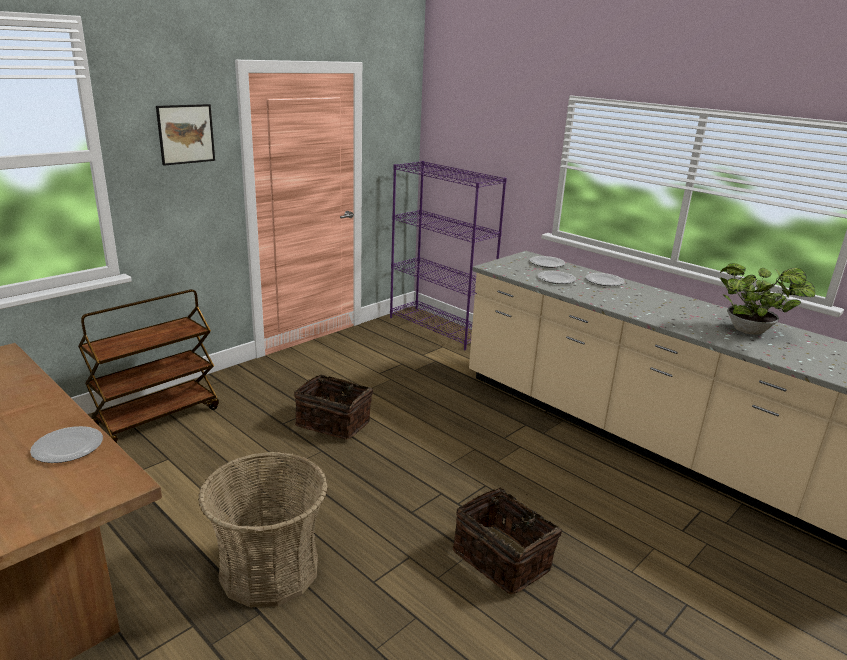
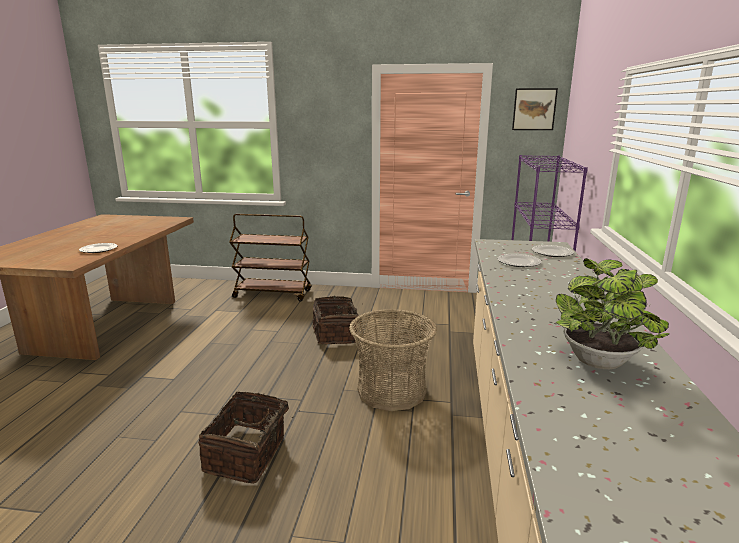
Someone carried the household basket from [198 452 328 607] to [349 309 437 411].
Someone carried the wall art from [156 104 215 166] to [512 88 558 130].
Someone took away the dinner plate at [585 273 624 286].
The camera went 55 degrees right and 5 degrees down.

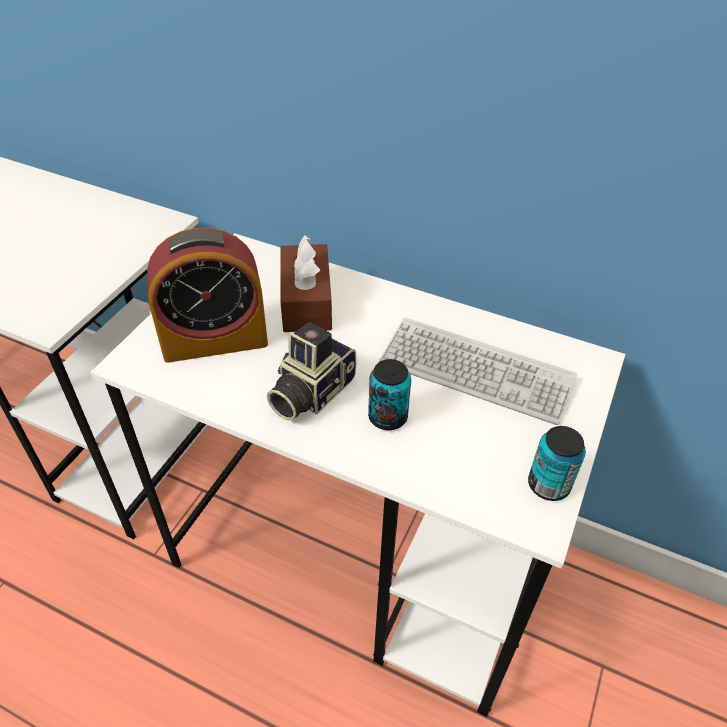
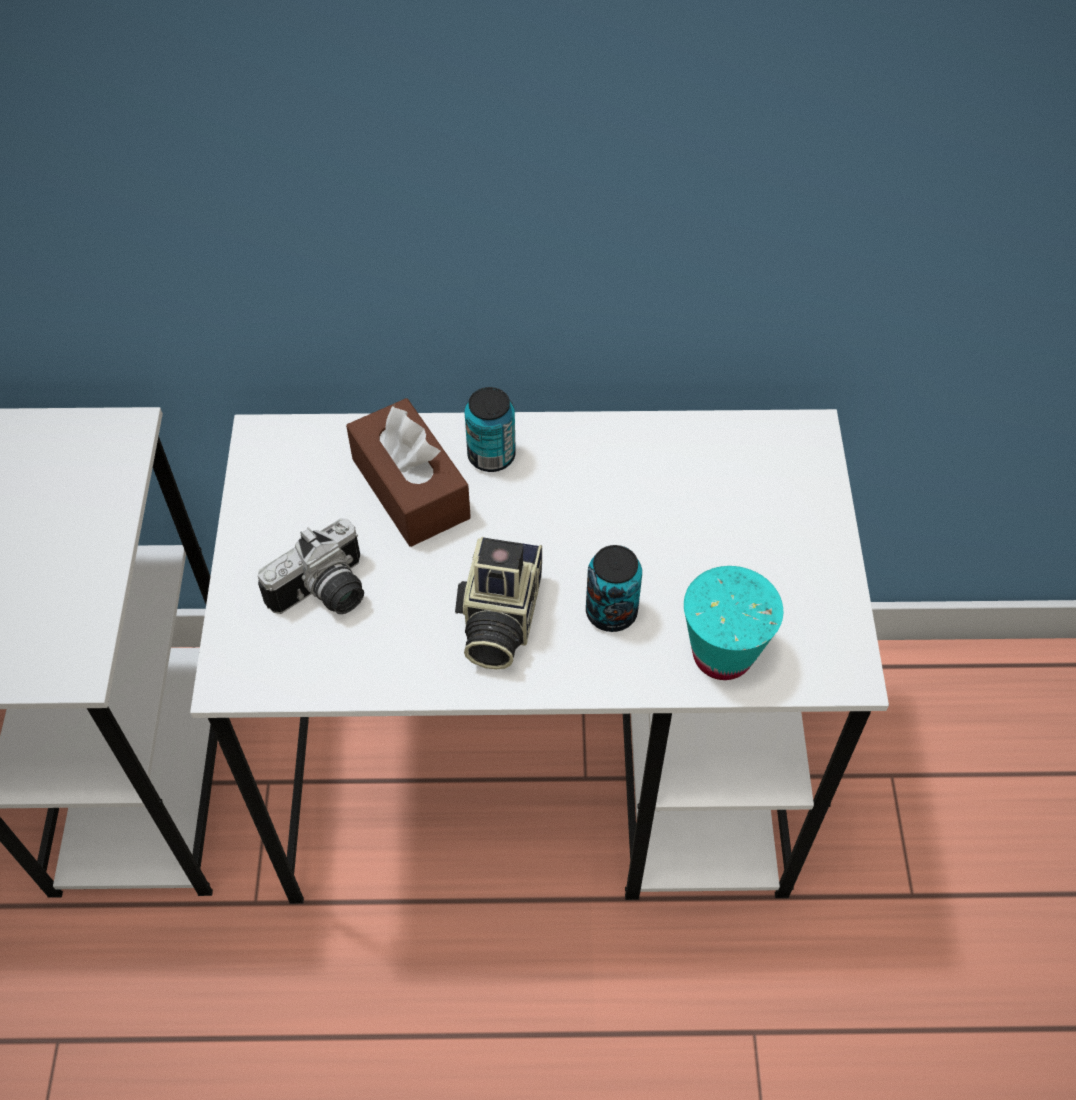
Someone swapped the bedside clock at [147 228 268 363] for the still camera at [258 518 364 614].
Someone carried the metal can from [528 426 586 501] to [464 387 516 472].
Someone put down the drinking cup in turquoise-coloured at [684 566 783 680].
Someone took away the computer keyboard at [379 318 577 425].
The camera went 25 degrees left and 10 degrees up.

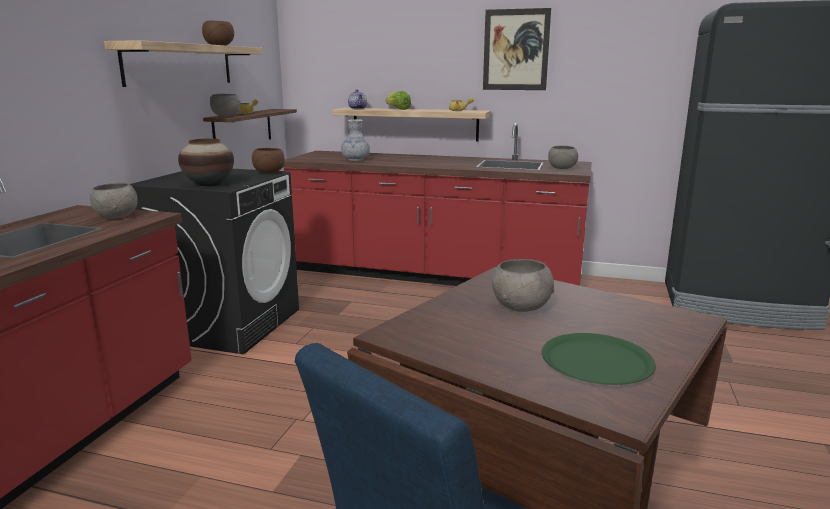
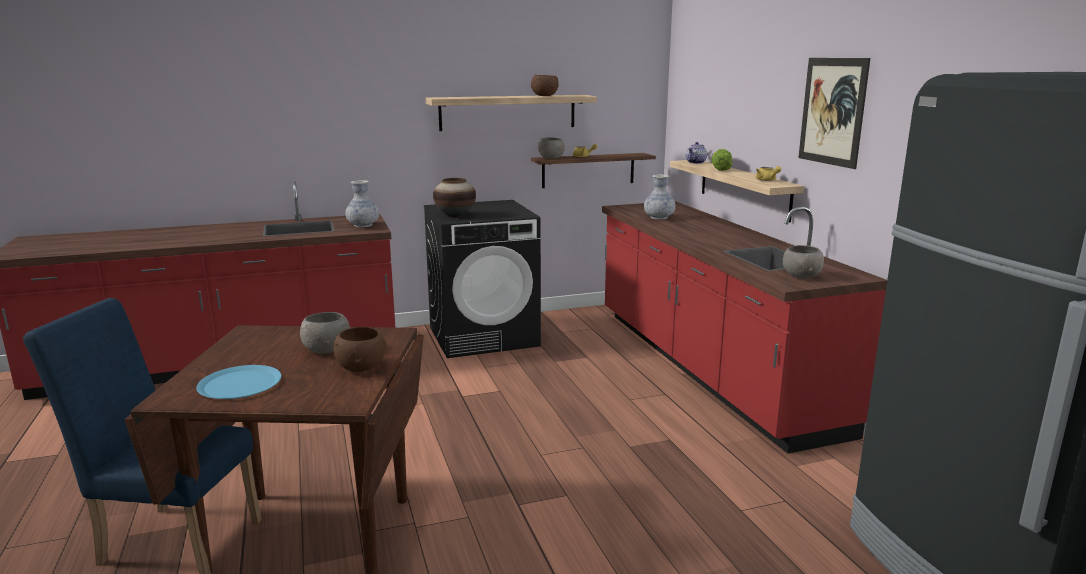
Someone repainted the dinner plate in greenish at [542 333 656 385], which became the dinner plate in blue at [196 365 281 399].
Someone carried the bowl in brown-coloured from [252 148 285 173] to [333 327 386 372].
Someone swapped the bowl in grey at [90 183 138 219] for the vase at [345 180 379 228].
The camera went 55 degrees right and 0 degrees up.

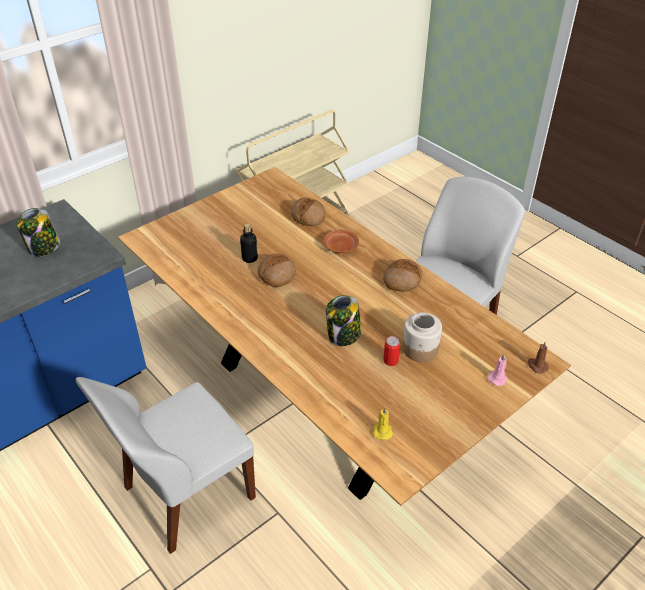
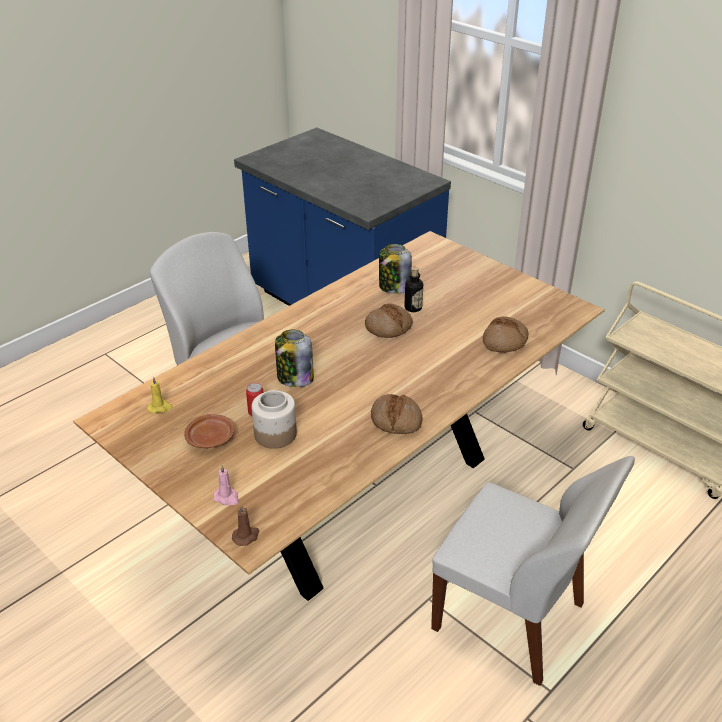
Someone carried the dinner plate in brown-coloured from [323 230 359 253] to [184 414 235 448].
Someone carried the preserve jar from [17 208 61 257] to [379 244 412 294].
The camera went 85 degrees right and 5 degrees down.

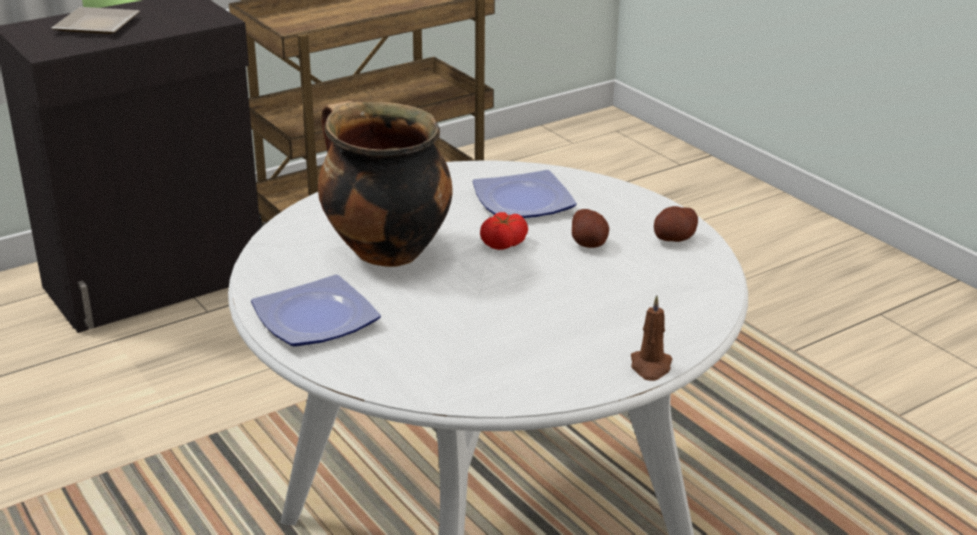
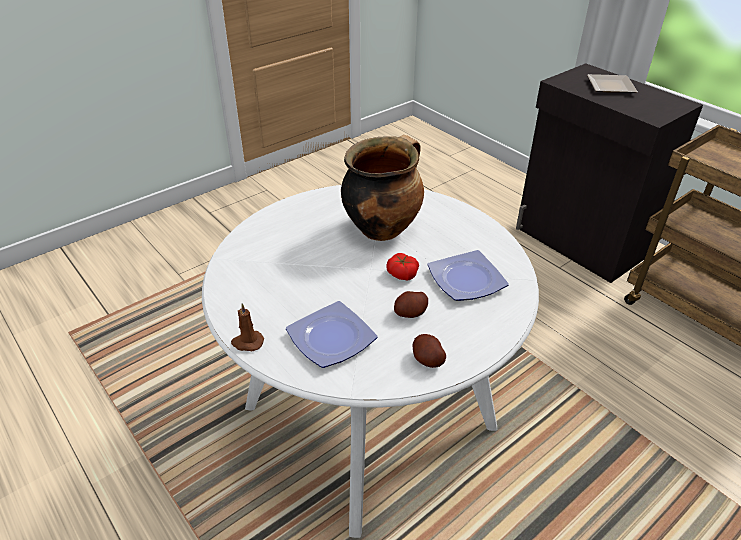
Someone carried the dinner plate from [251 274 381 347] to [286 301 377 368].
The camera went 85 degrees right and 10 degrees up.

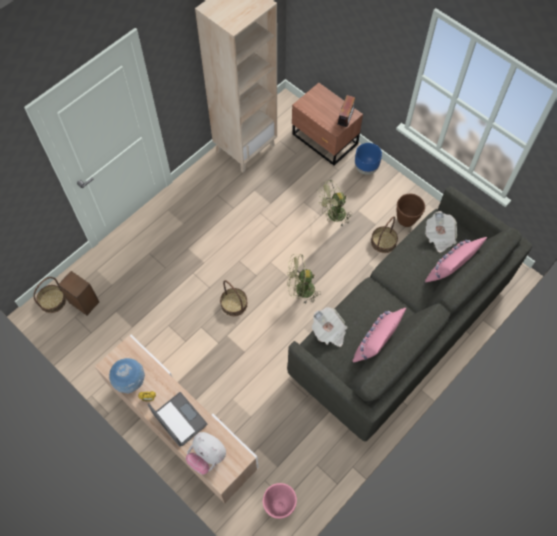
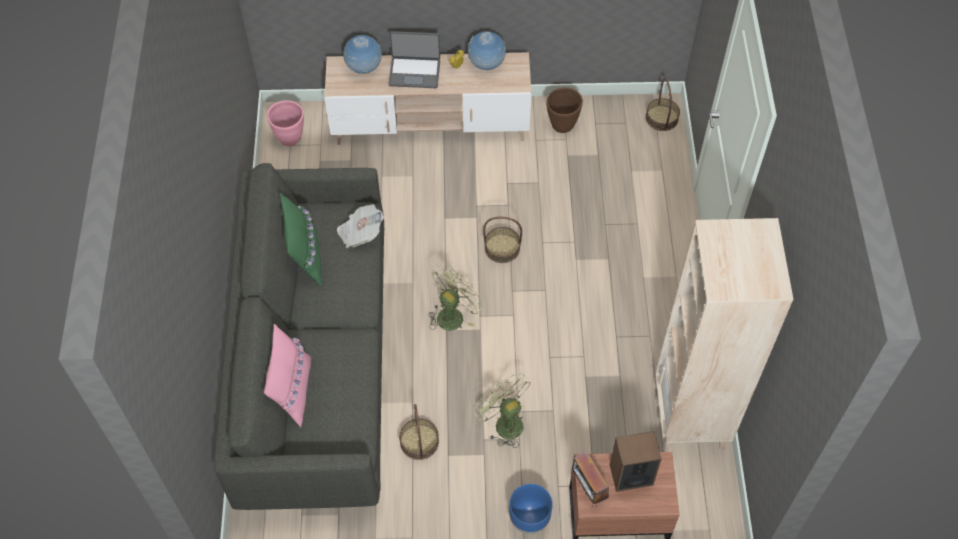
Someone repainted the throw pillow in pinkish at [352 308 406 363], which became the throw pillow in greenish at [280 193 322 286].
Someone swapped the cuddly toy at [186 432 226 475] for the desk globe at [343 35 382 74].
Someone rotated the electric fan in greenish at [317 180 351 226] by 60 degrees counterclockwise.
Someone carried the plant pot in brown-coloured from [396 194 425 227] to [546 87 583 133].
Someone carried the loudspeaker from [58 271 99 315] to [610 431 662 492].
Someone took away the printed paper at [425 211 457 253].
The camera went 135 degrees right and 5 degrees down.

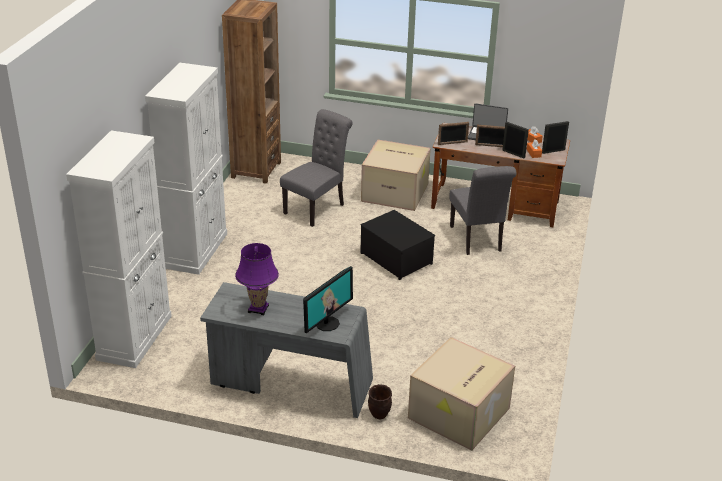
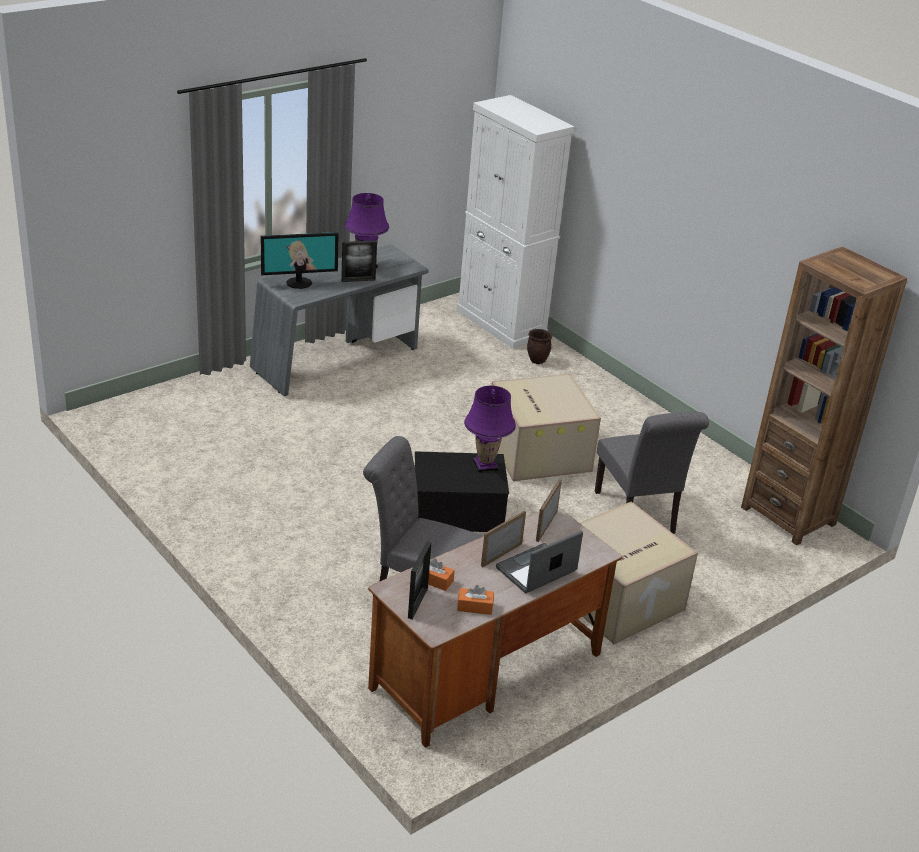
Someone rotated the monitor at [303 266 353 333] by 90 degrees counterclockwise.
Someone carried the picture frame from [502 122 529 158] to [341 240 377 282].
Someone put down the tabletop lamp in purplish at [464 386 516 473].
Someone carried the packing box from [408 337 515 451] to [491 374 601 481].
Someone carried the plant pot in brown-coloured from [368 384 392 419] to [527 329 552 364].
Someone took away the storage cabinet in white at [145 63 227 275].
The camera went 125 degrees right and 0 degrees up.

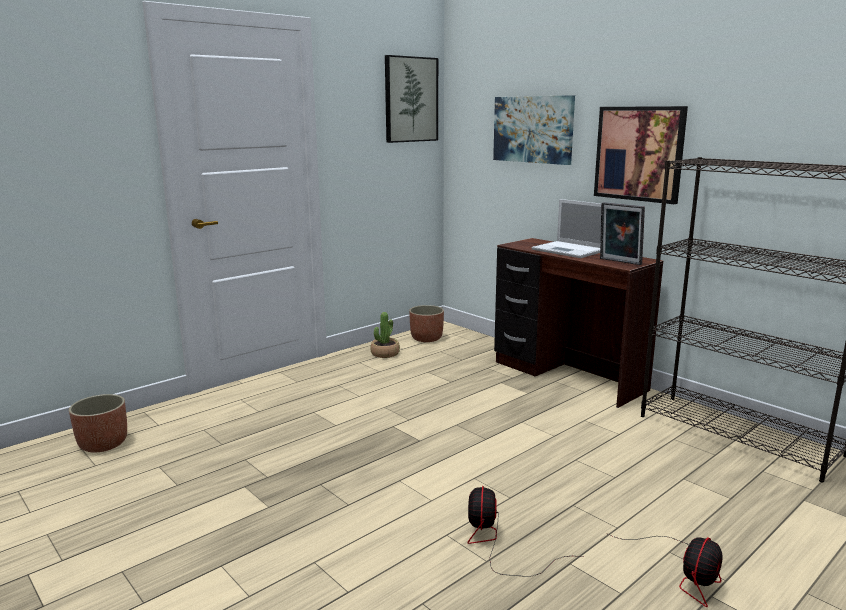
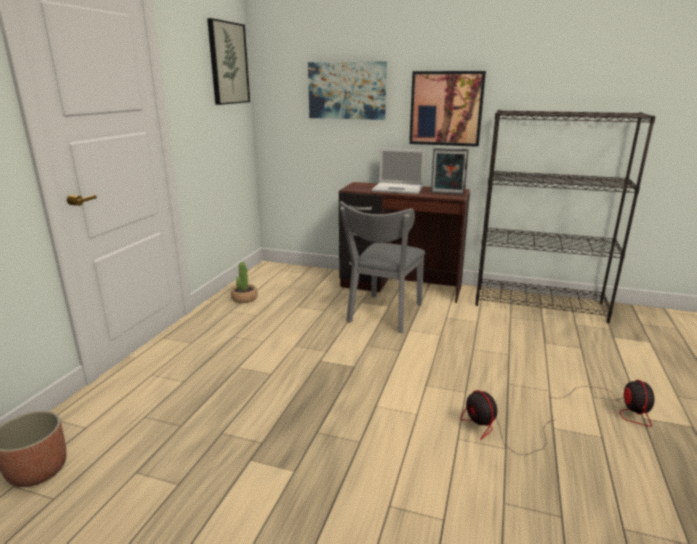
Someone put down the upright chair in grey at [339 201 425 333].
Someone took away the plant pot at [409 305 444 342].
The camera went 30 degrees left and 5 degrees up.

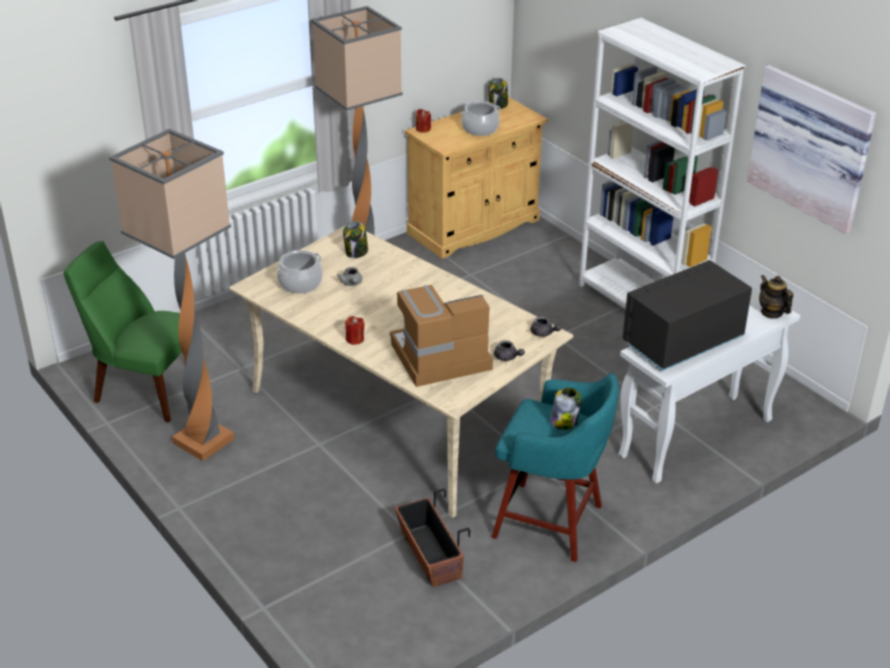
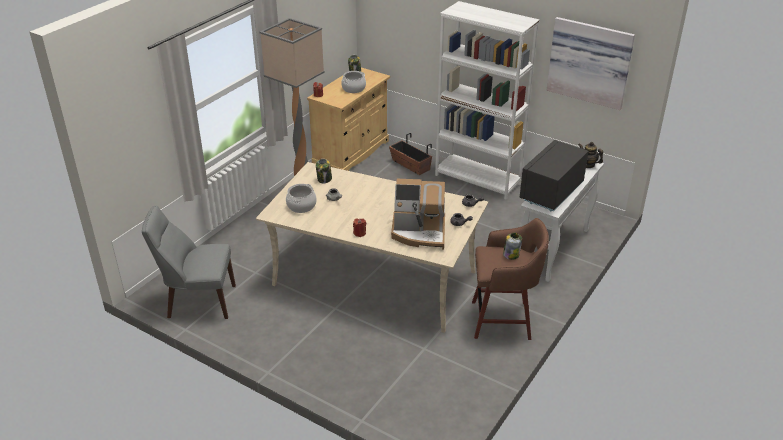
Someone repainted the upright chair in greenish at [64 241 182 423], which became the upright chair in grey at [142 205 236 319].
Someone carried the plant pot from [394 489 470 587] to [389 133 432 175].
Someone rotated the coffee brewer at [390 285 493 387] by 135 degrees counterclockwise.
Someone repainted the sitting stool in turquoise-coloured at [492 373 619 562], which became the sitting stool in brown-coloured at [472 218 549 340].
Someone took away the standing lamp at [109 129 234 461].
The camera went 20 degrees left and 0 degrees up.

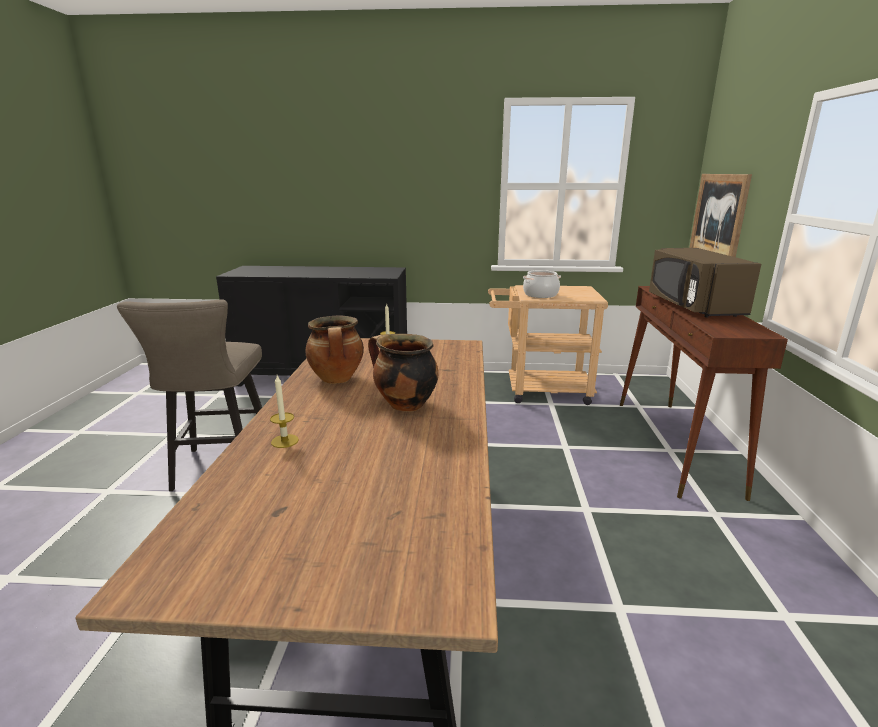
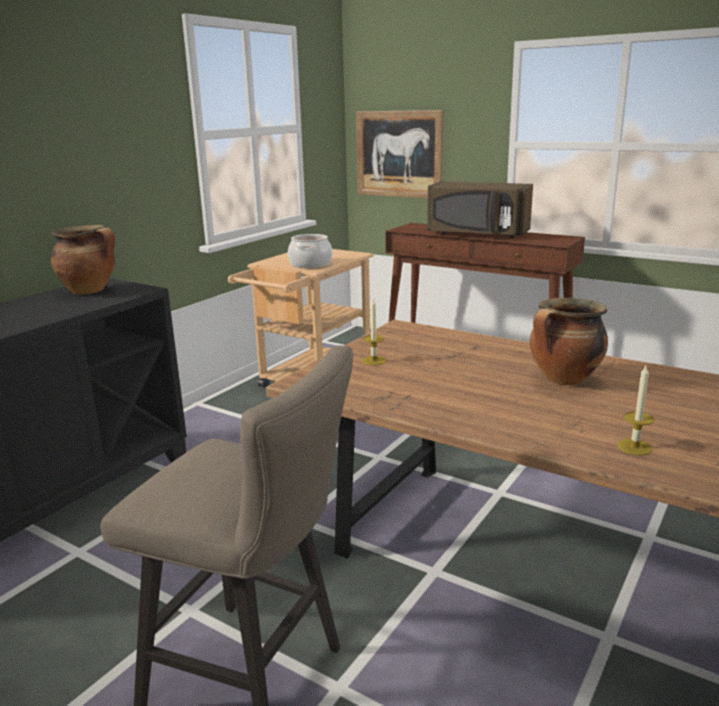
Someone carried the saucepot from [305 316 364 384] to [51 225 115 295].
The camera went 60 degrees left and 0 degrees up.

